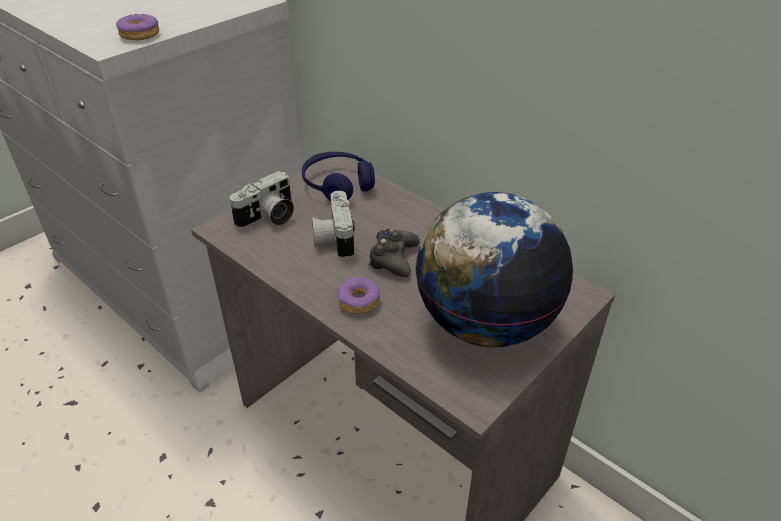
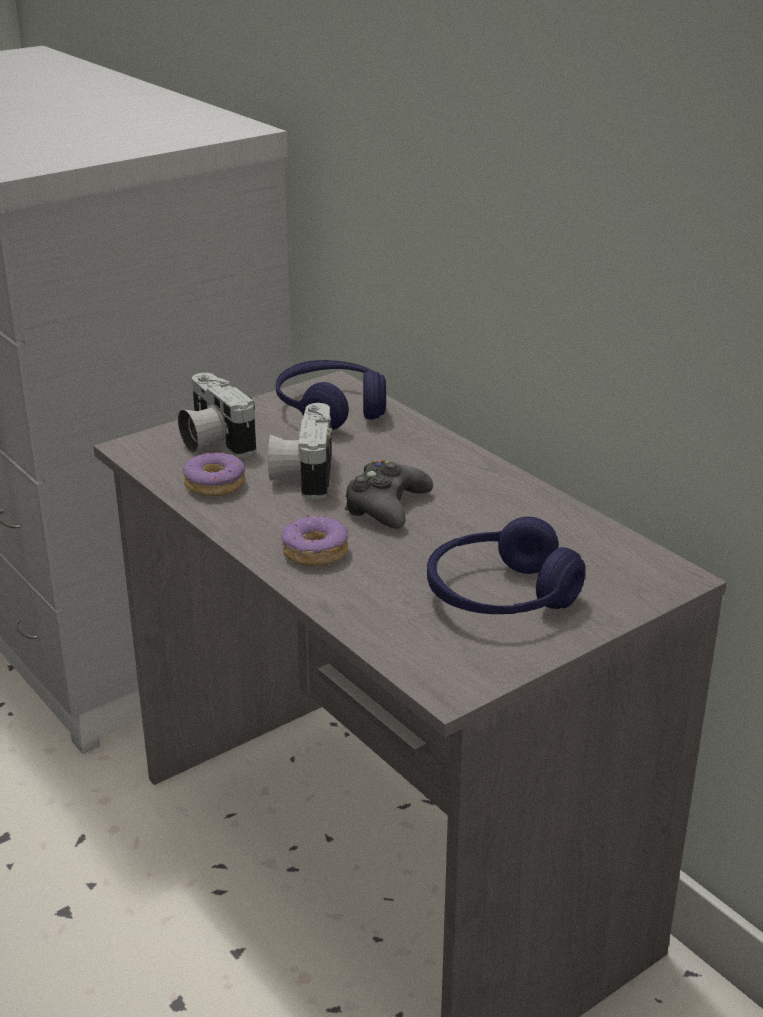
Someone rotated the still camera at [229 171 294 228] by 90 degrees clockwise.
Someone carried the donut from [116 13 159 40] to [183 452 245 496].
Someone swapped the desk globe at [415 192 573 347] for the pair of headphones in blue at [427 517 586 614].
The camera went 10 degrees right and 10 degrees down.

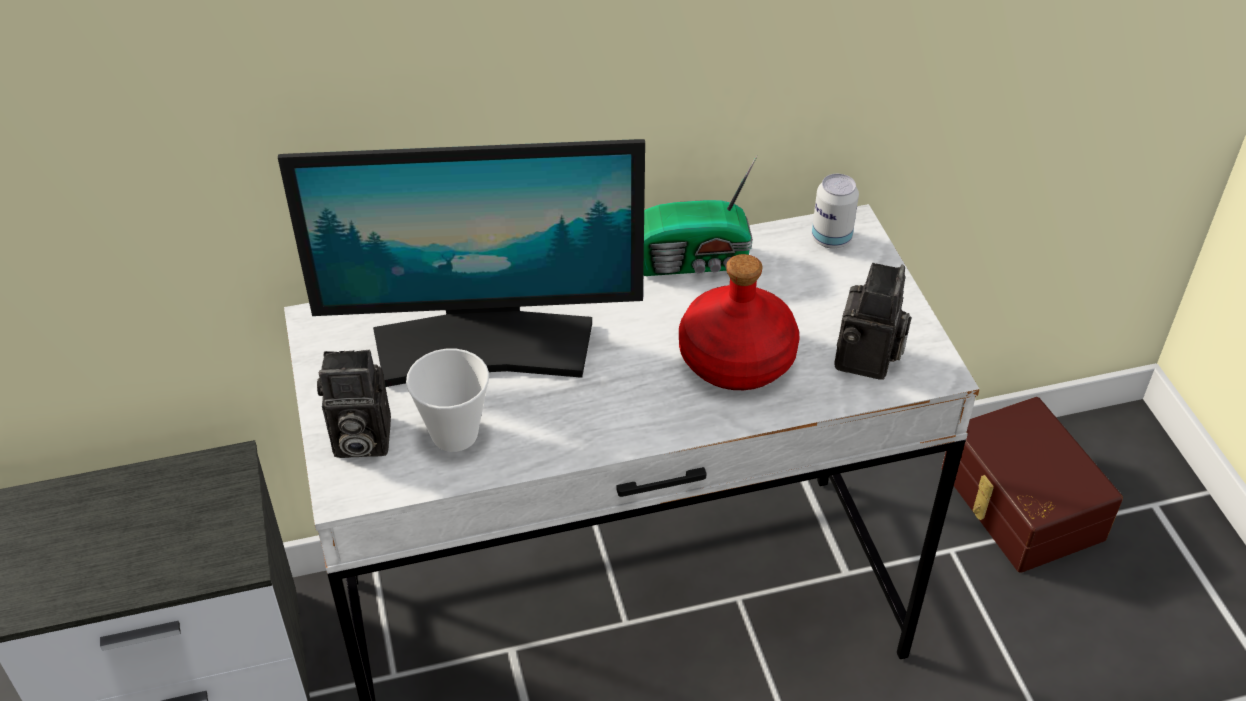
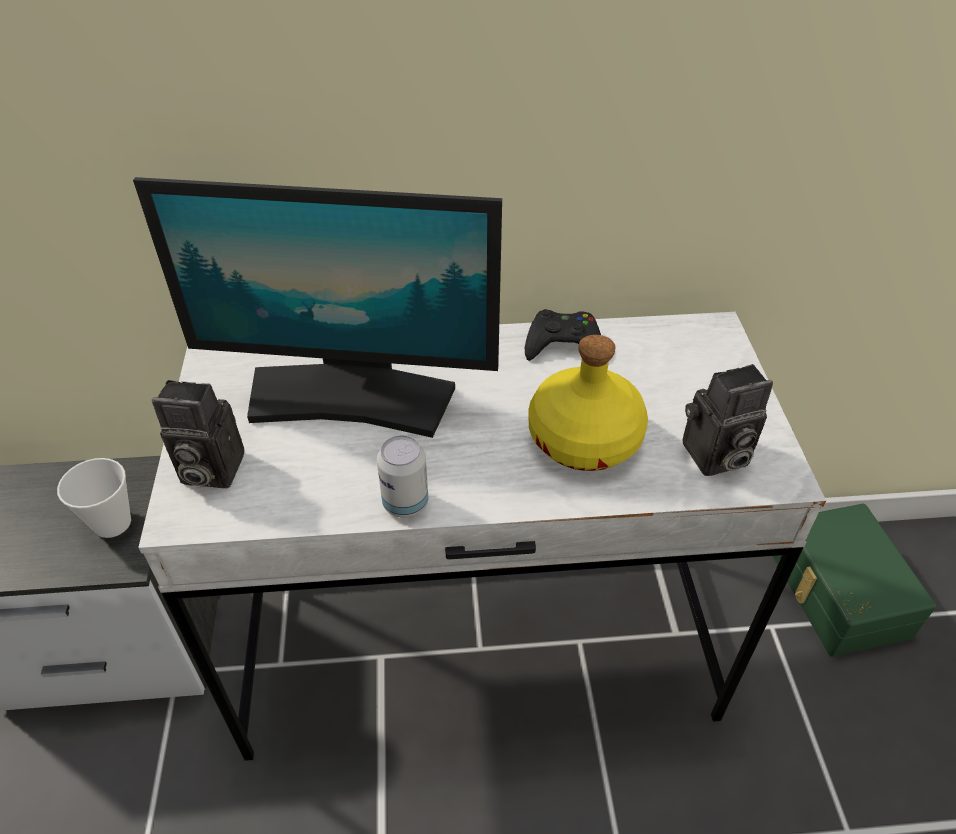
Someone carried the drinking cup from [406 349 489 452] to [57 458 131 538].
Someone carried the metal can from [812 174 859 249] to [377 435 428 517].
Someone swapped the radio receiver at [643 155 758 276] for the joypad in black at [525 309 601 361].
Someone repainted the drink bottle in red at [679 254 800 390], which became the drink bottle in yellowish at [529 335 648 471].
Someone rotated the still camera at [834 263 912 380] by 45 degrees clockwise.
Someone repainted the storage bin in brown-coloured at [941 397 1123 573], which became the storage bin in greenish at [773 504 936 657].
The camera went 10 degrees right and 0 degrees up.

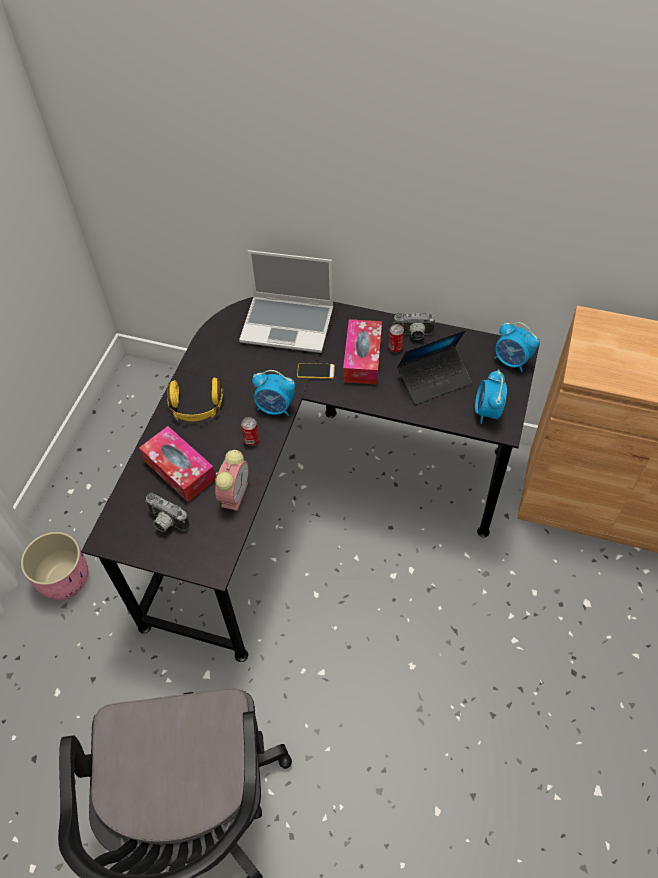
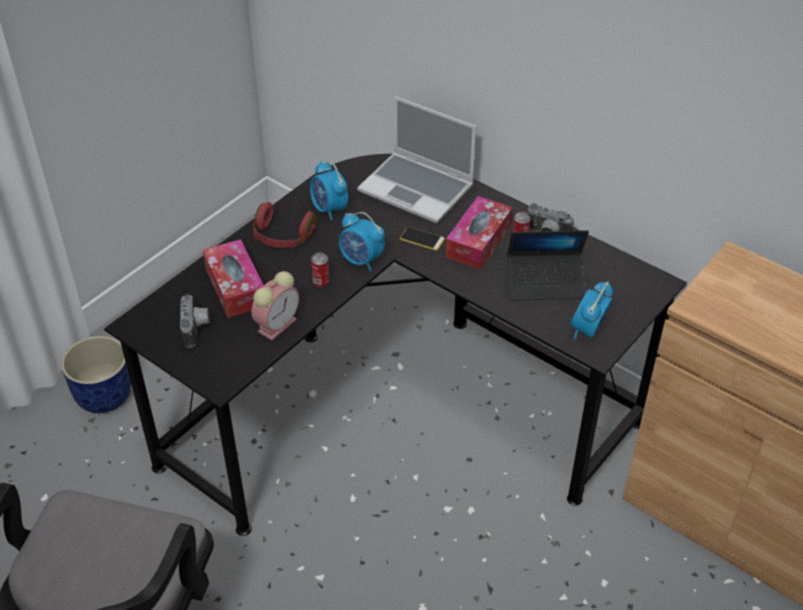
Someone repainted the plant pot in pinkish at [21 532 88 600], which became the plant pot in blue at [61 336 132 413].
Someone rotated the still camera at [145 493 189 532] by 150 degrees counterclockwise.
Someone repainted the pair of headphones in yellowish at [167 378 223 421], which became the pair of headphones in red at [253 202 317 249].
Someone carried the bedside clock from [495 322 540 372] to [310 161 348 221].
The camera went 20 degrees right and 10 degrees down.

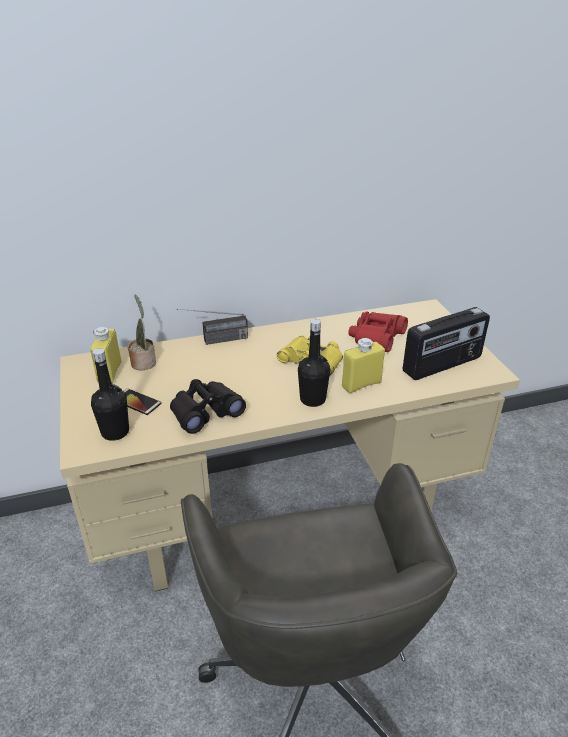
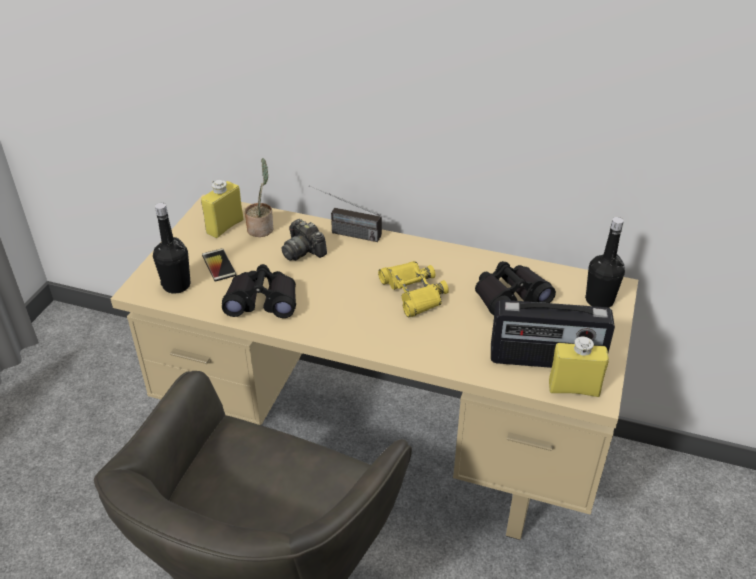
Someone put down the still camera at [281 219 327 261].
Someone repainted the field glasses in red at [348 312 408 352], which became the field glasses in black at [475 261 556 315].
Someone carried the drink bottle in yellowish from [342 338 385 393] to [549 337 609 397].
Someone carried the drink bottle in black from [298 319 330 407] to [585 217 625 308].
The camera went 35 degrees right and 5 degrees up.

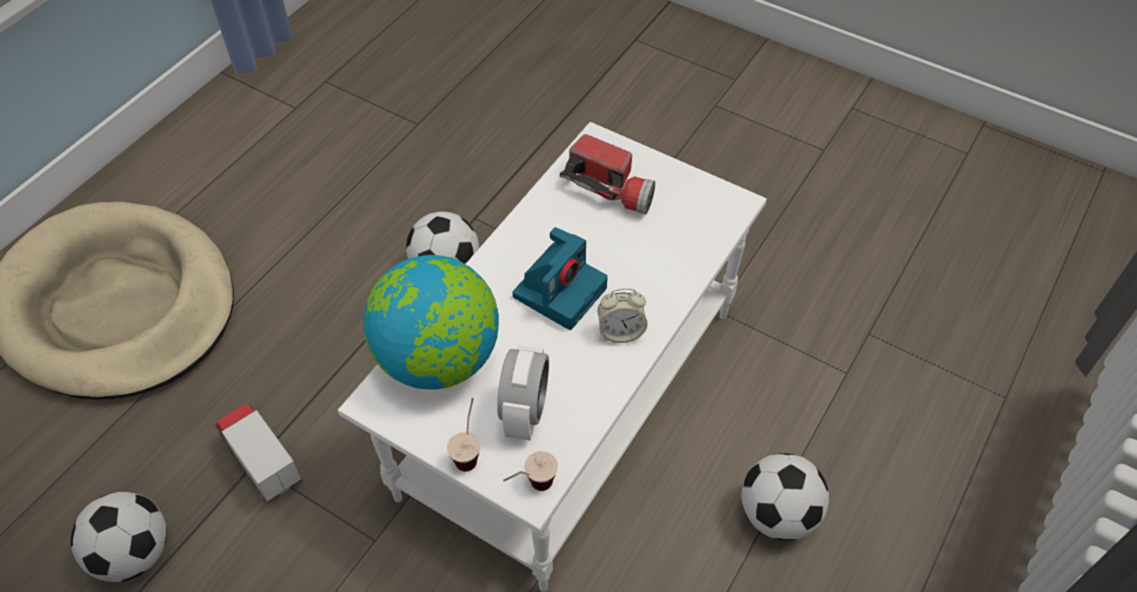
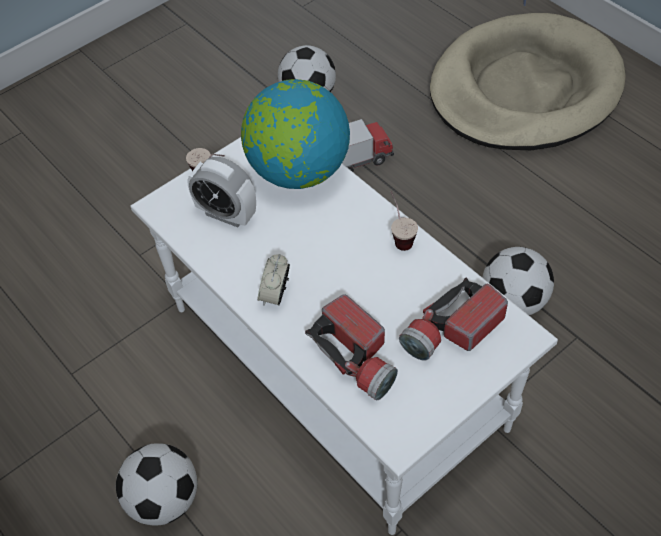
Someone put down the hand torch at [305 294 398 400].
Someone carried the drinking cup from [503 451 558 491] to [390 191 418 251].
Someone took away the still camera at [512 227 608 330].
The camera went 110 degrees right and 0 degrees up.

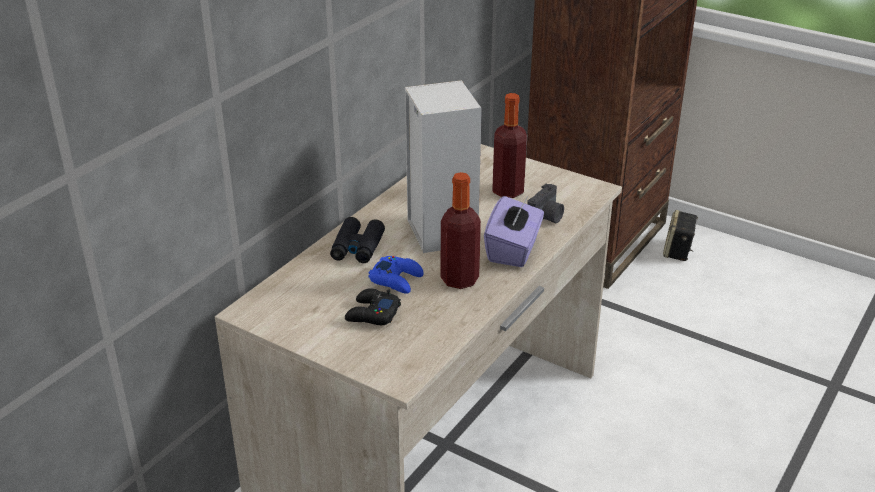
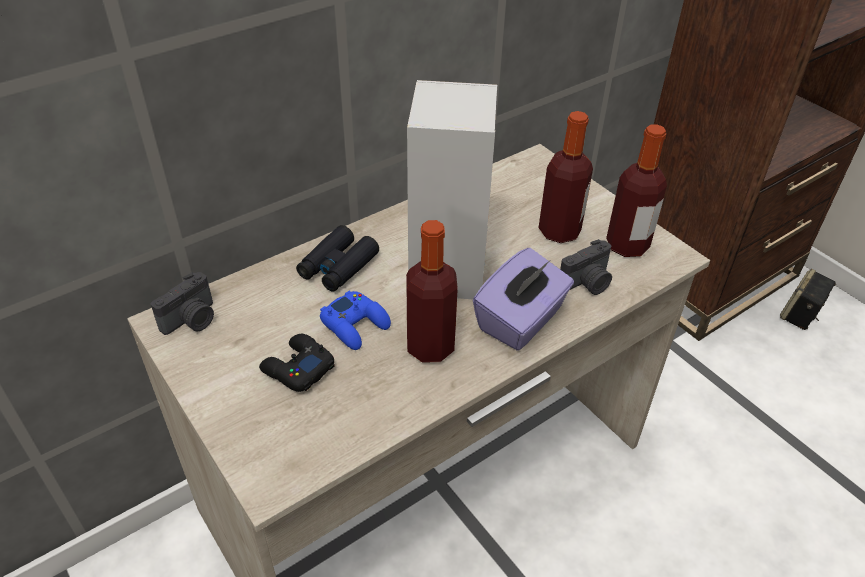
Someone put down the still camera at [151 272 214 335].
Someone put down the drink bottle at [606 124 667 257].
The camera went 20 degrees right and 10 degrees up.

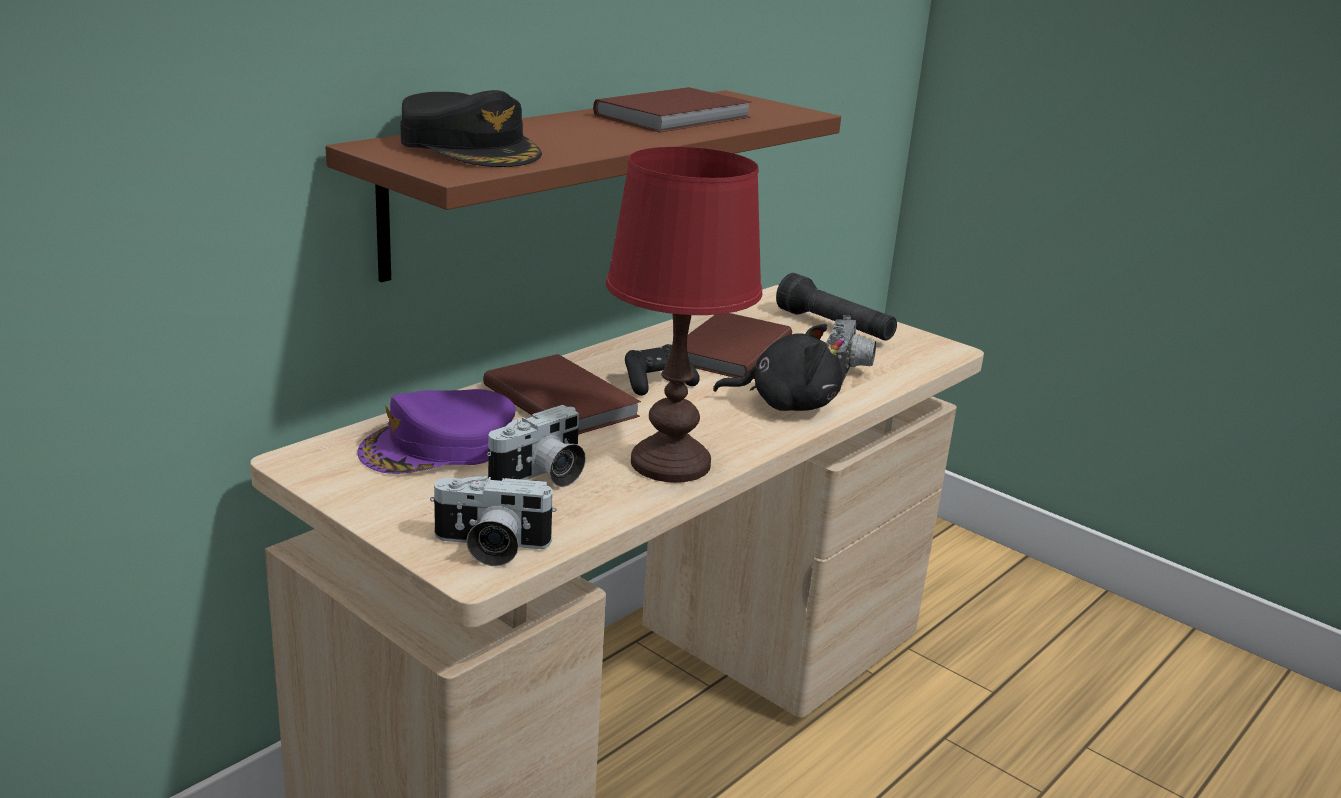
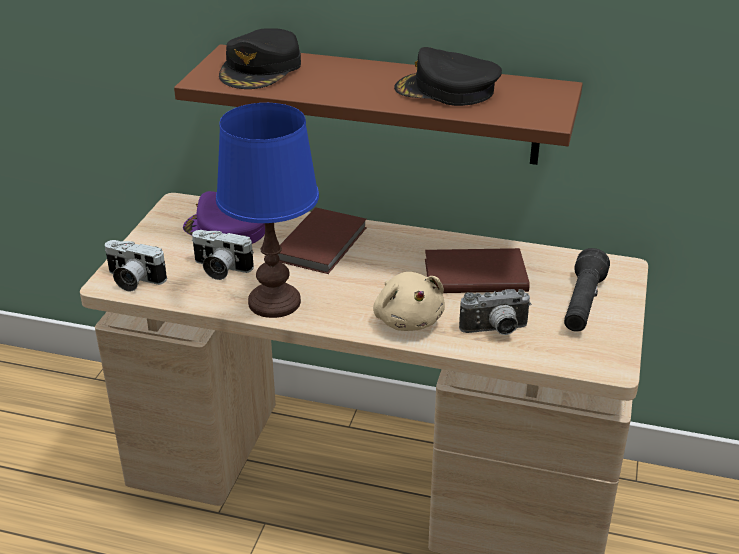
Someone rotated the still camera at [430 476 557 566] by 45 degrees counterclockwise.
Someone repainted the tabletop lamp in red at [606 147 762 483], which became the tabletop lamp in blue at [216 103 319 318].
Someone repainted the cuddly toy in black at [713 324 844 411], which became the cuddly toy in sand-coloured at [373 272 445 331].
Someone swapped the book in brown-coloured at [593 87 752 132] for the peaked cap in black at [394 47 502 106].
Someone took away the joypad in black at [625 344 700 396].
The camera went 65 degrees right and 10 degrees up.

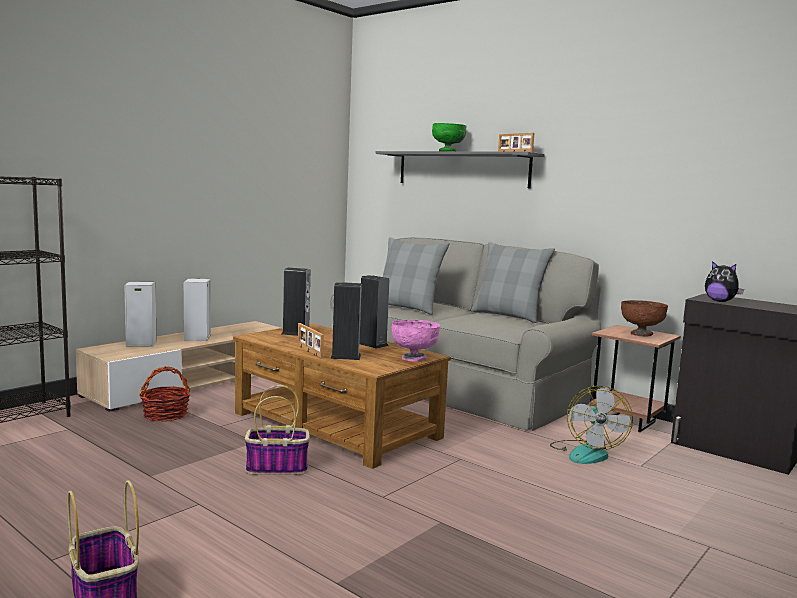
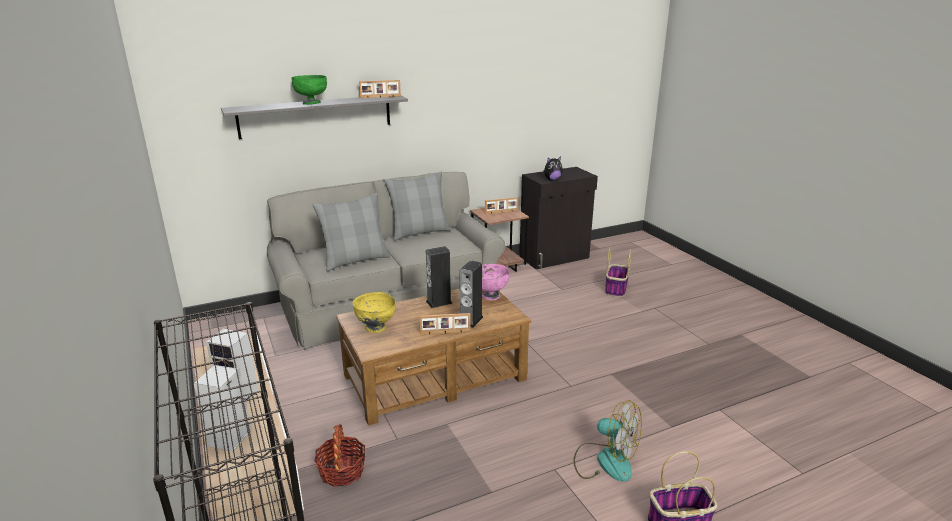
Someone swapped the loudspeaker at [281 268 310 336] for the bowl in yellowish at [353 292 396 333].
Someone swapped the bowl in brown-coloured at [621 300 668 337] for the picture frame at [485 197 519 214].
Someone carried the electric fan from [550 386 633 464] to [573 400 642 482].
Someone carried the household basket from [245 385 310 475] to [605 246 632 297].
The camera went 65 degrees left and 15 degrees up.

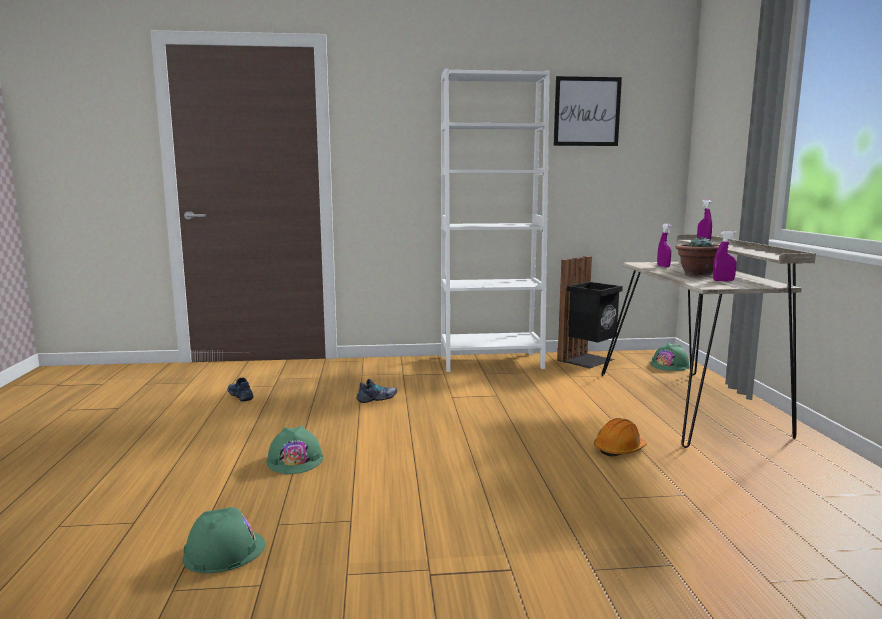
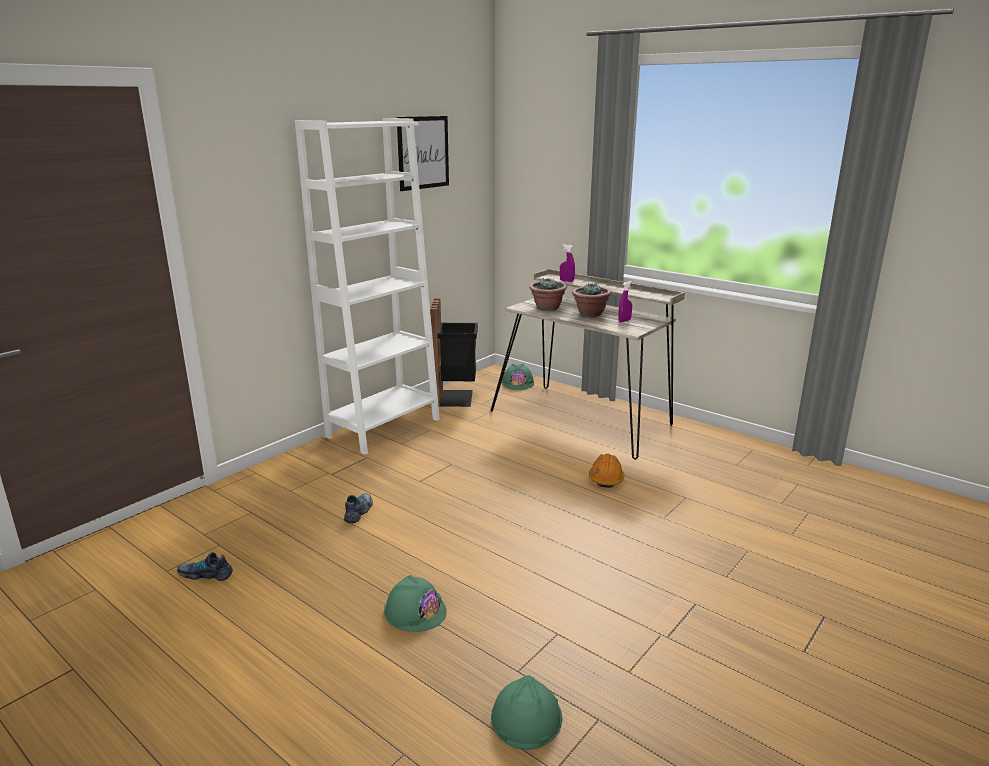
Someone swapped the spray bottle in purplish at [657 224 672 267] for the plant in a pot at [529 278 567 311].
The camera went 45 degrees left and 10 degrees up.

